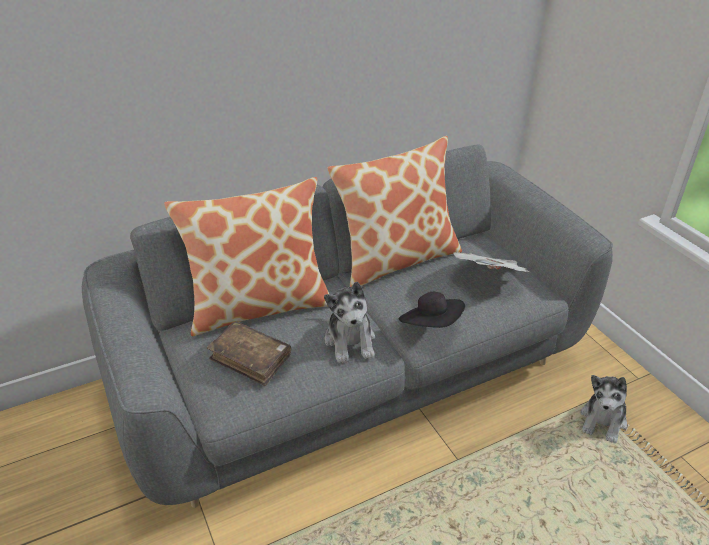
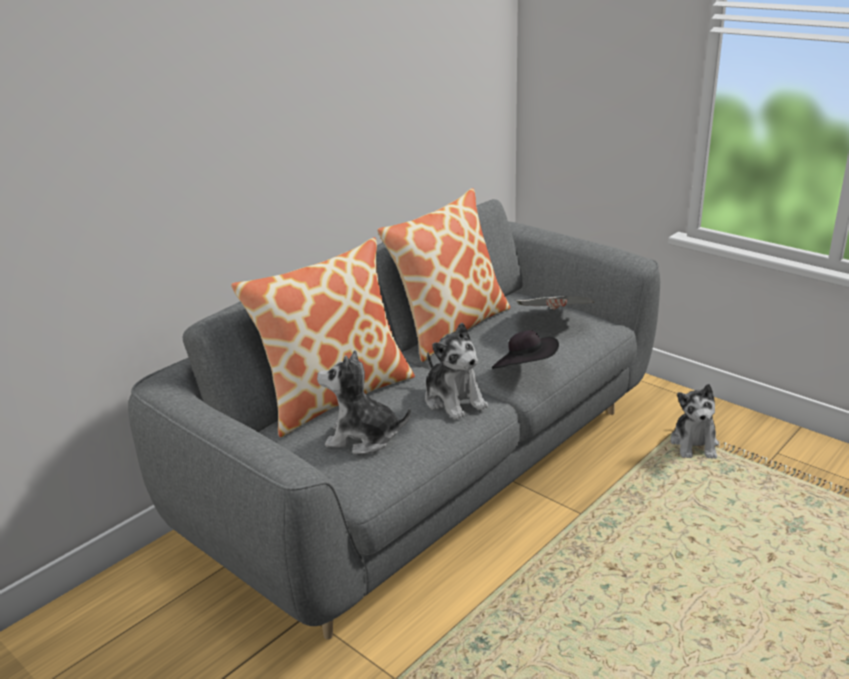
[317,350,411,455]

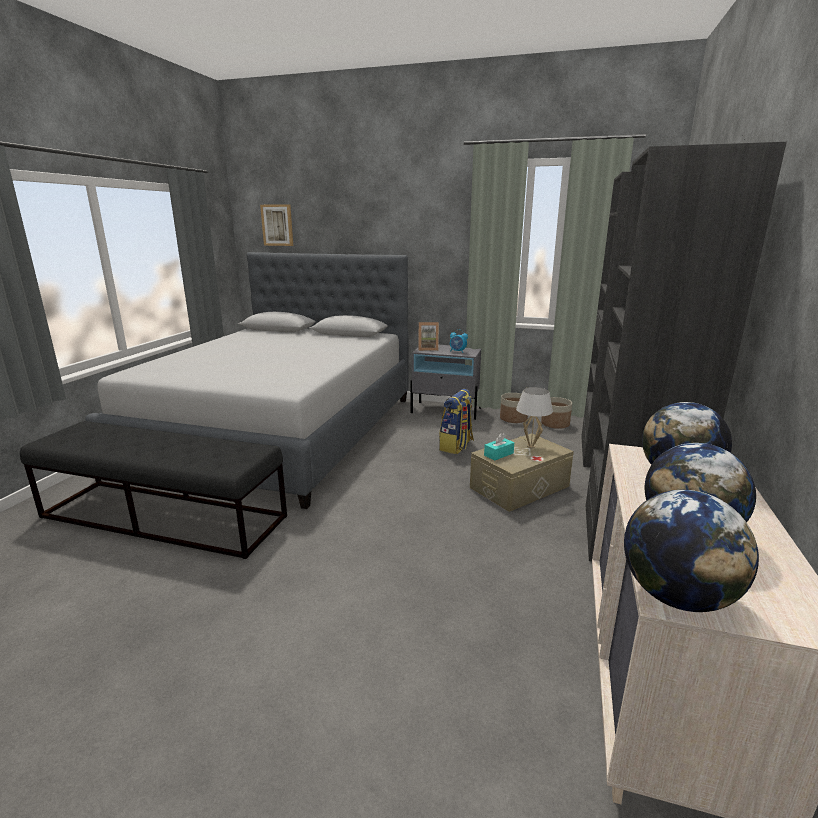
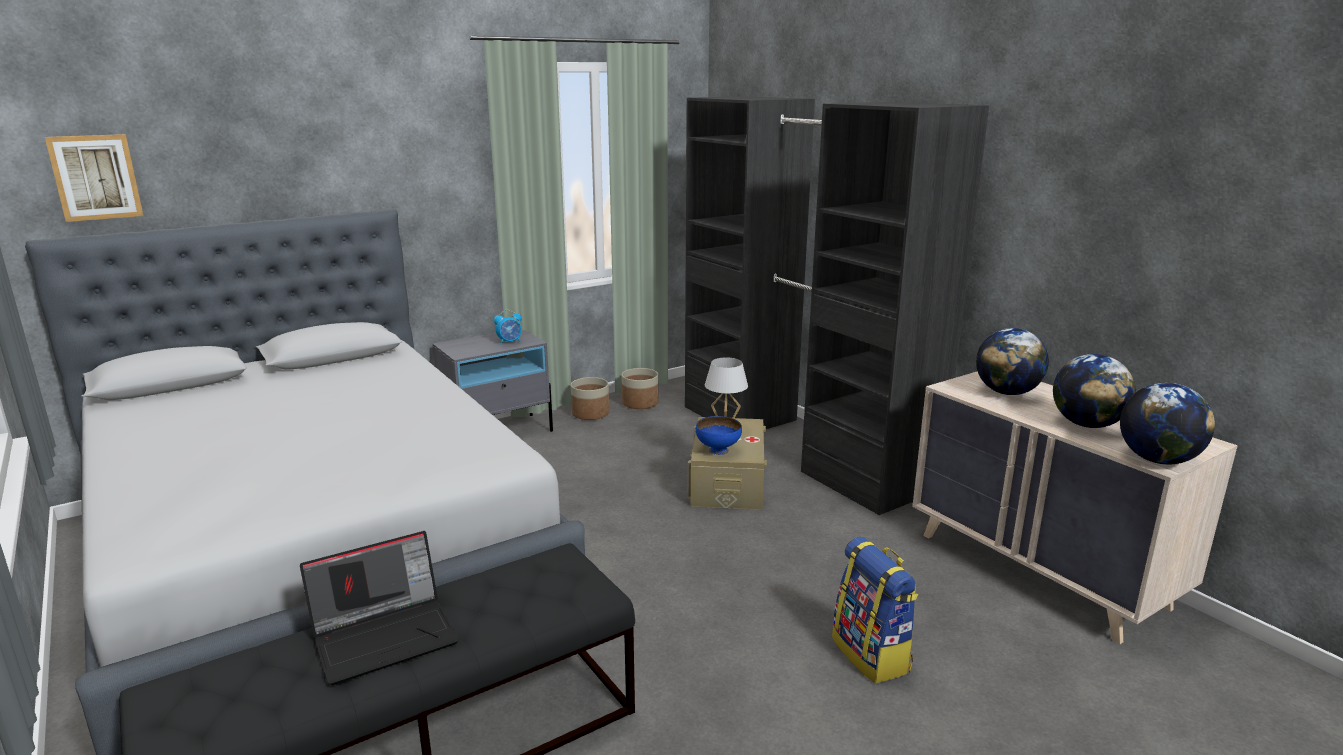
[418,322,439,351] (first image)
[832,537,919,683]
[696,416,742,455]
[300,531,459,685]

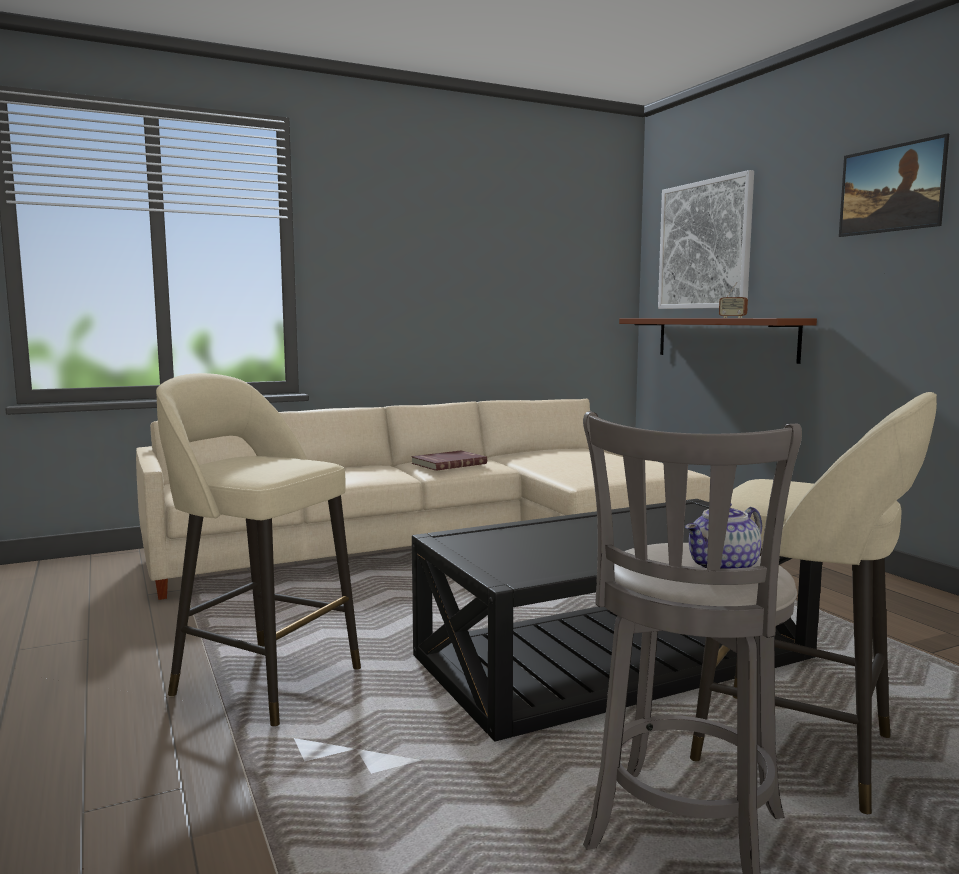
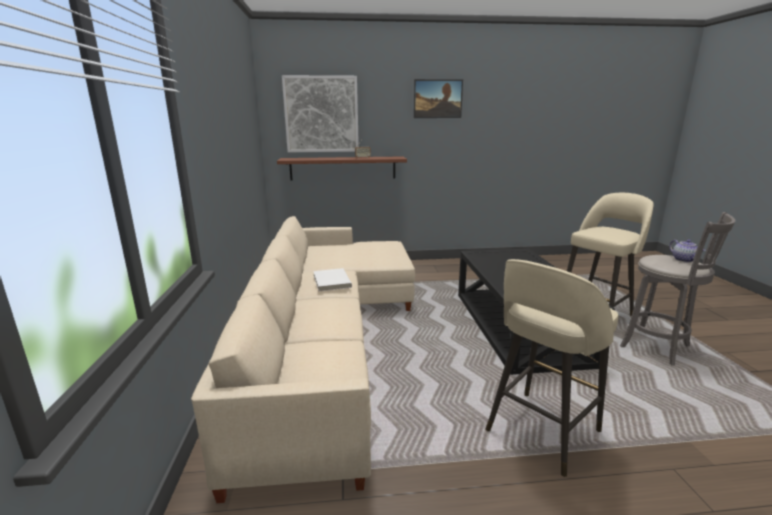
[313,268,352,291]

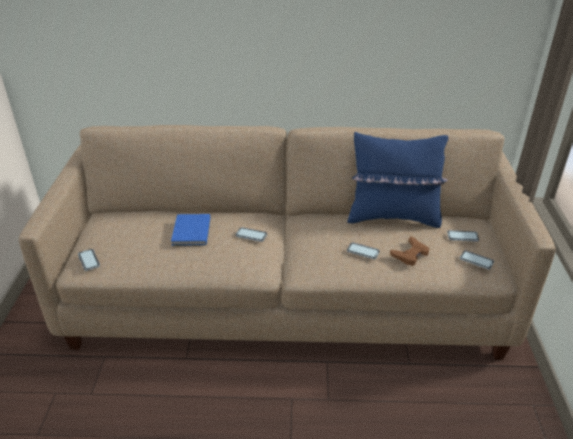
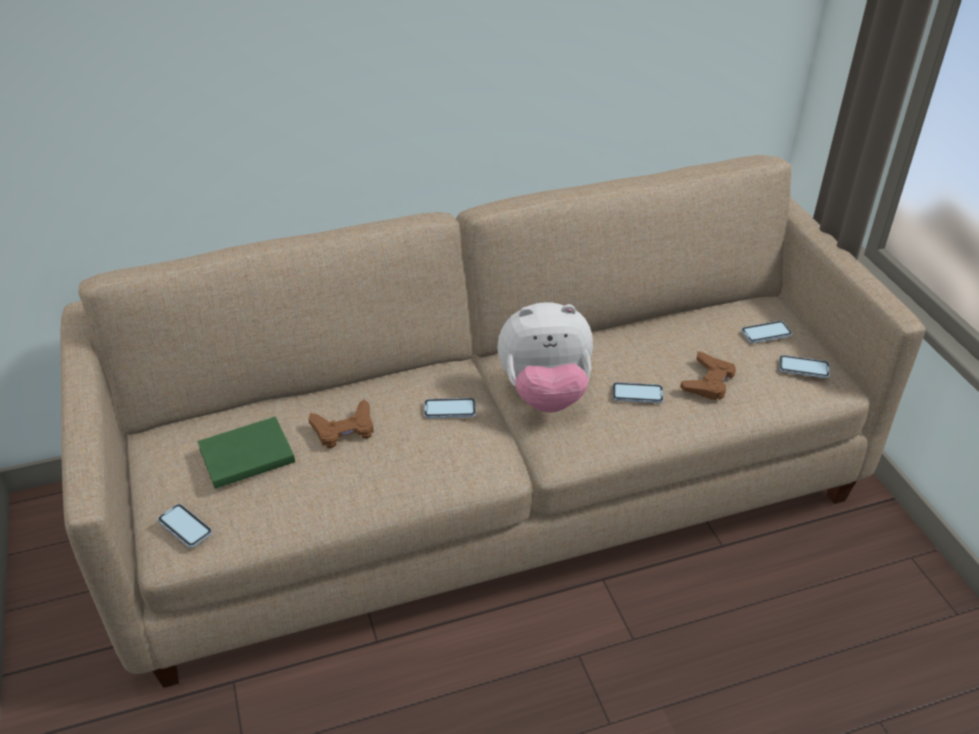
[308,399,374,448]
[347,132,448,228] (first image)
[197,416,295,489]
[498,302,593,413]

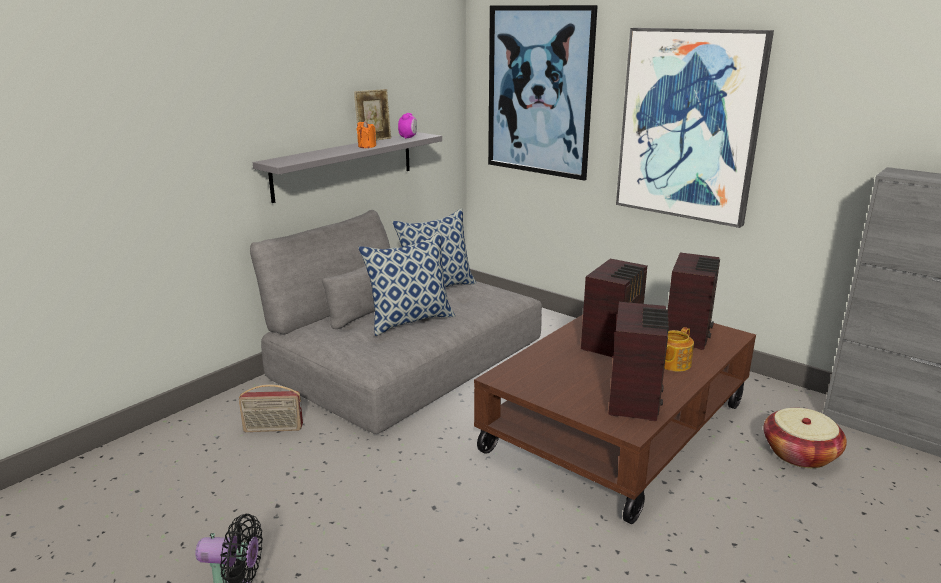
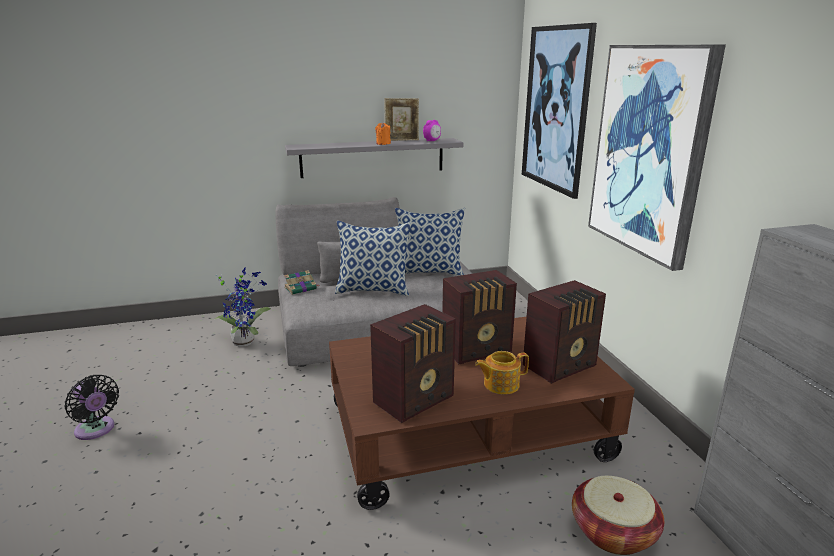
[215,267,271,347]
[284,270,318,295]

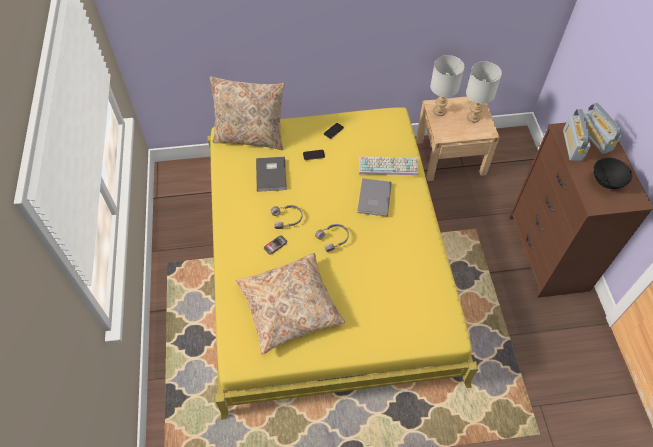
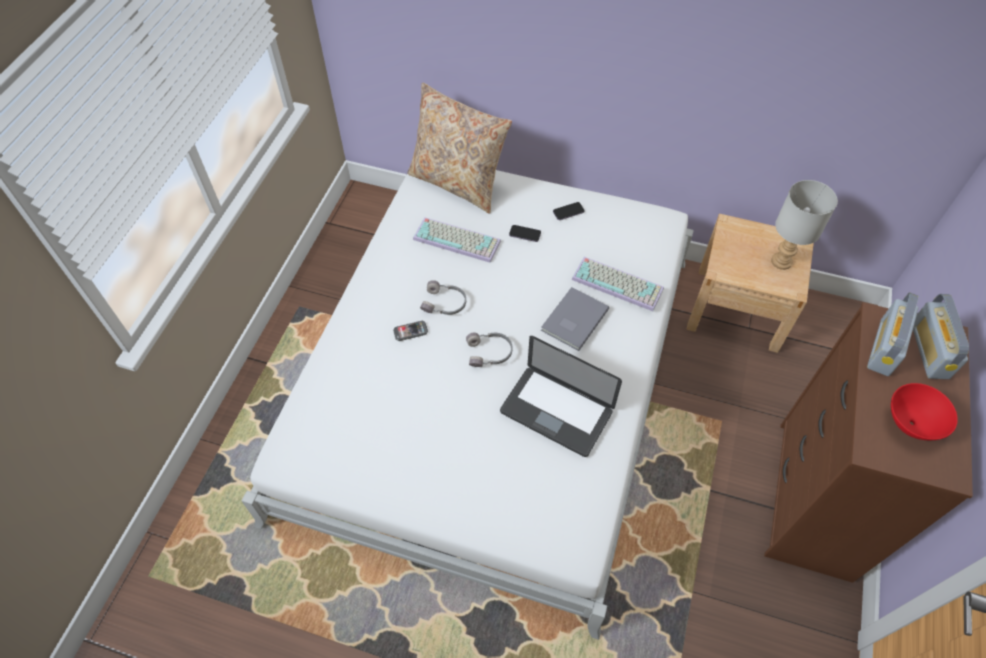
[242,170,694,640]
[235,253,345,355] (first image)
[413,217,501,263]
[430,55,464,116] (first image)
[891,383,958,440]
[500,336,622,457]

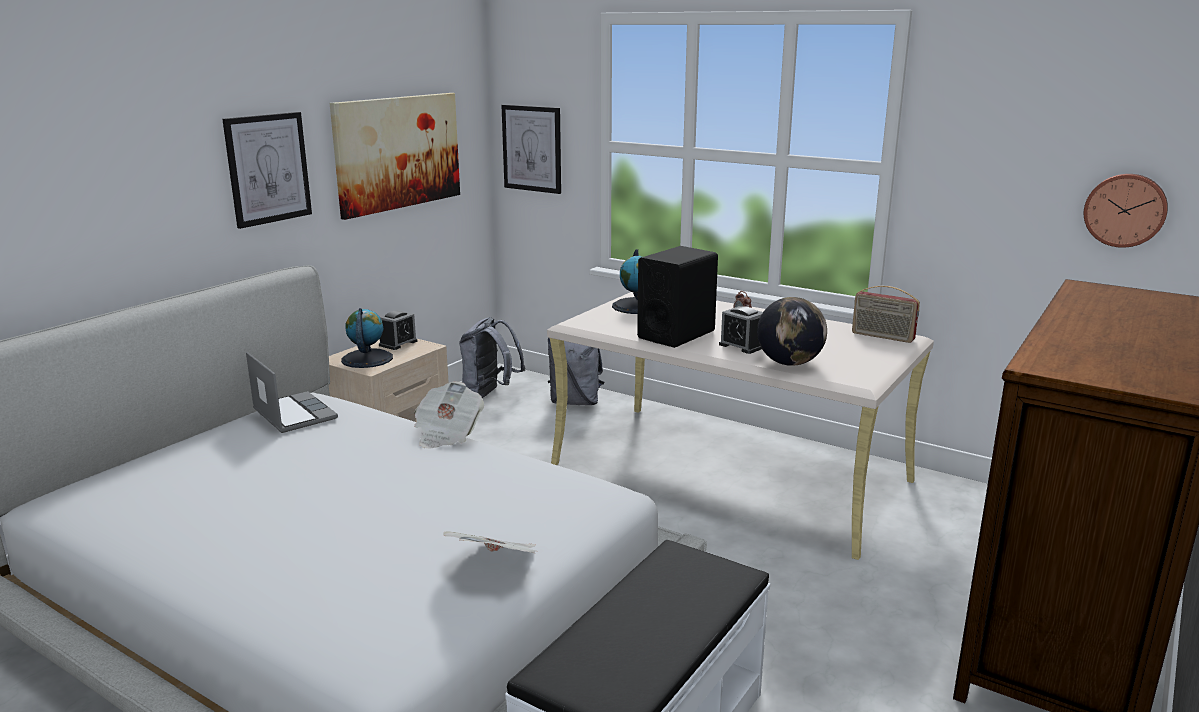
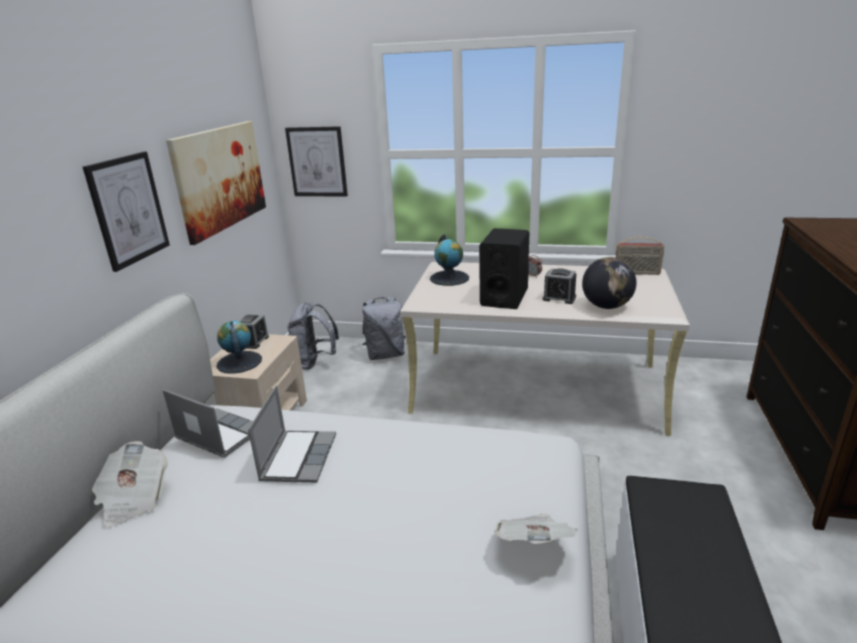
[92,441,168,527]
[1084,174,1168,248] (first image)
[248,385,336,483]

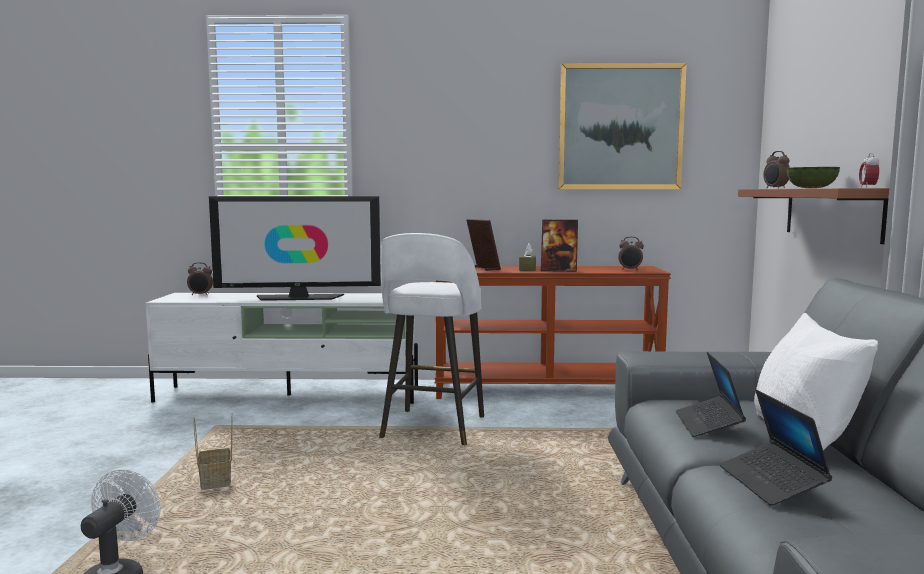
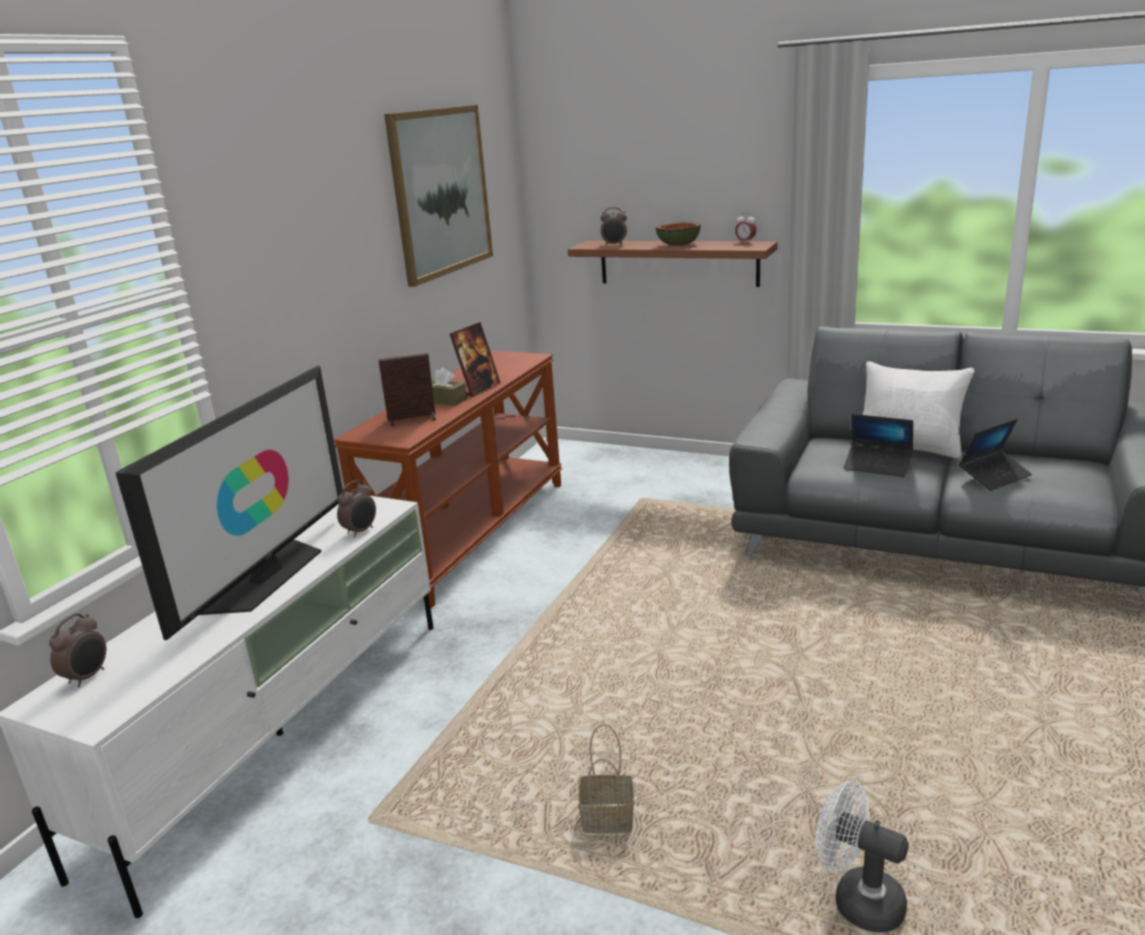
[379,233,484,445] (first image)
[337,480,376,537]
[959,419,1032,491]

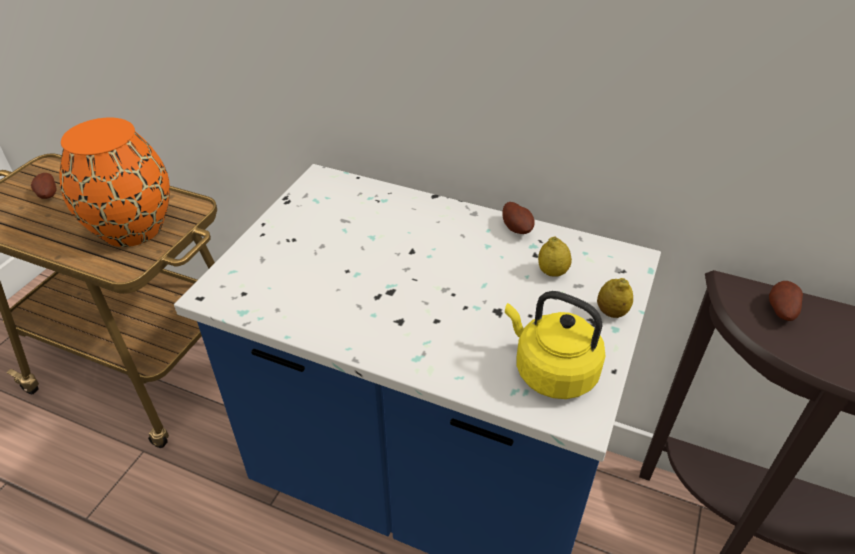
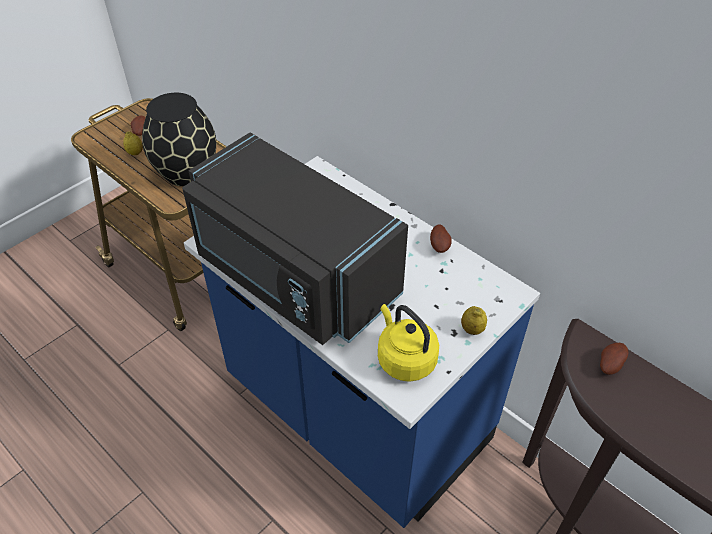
[142,93,216,186]
[123,132,143,155]
[182,132,408,345]

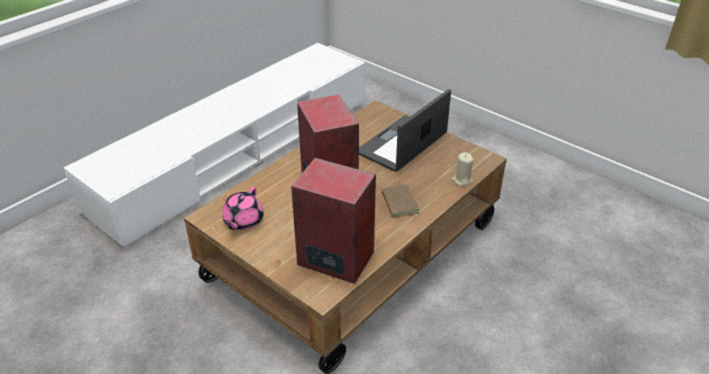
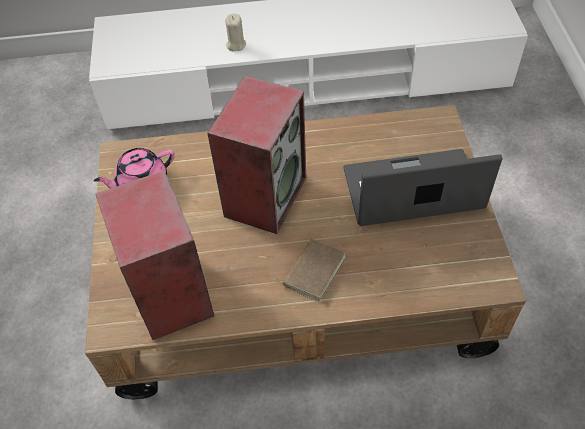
[225,14,246,51]

